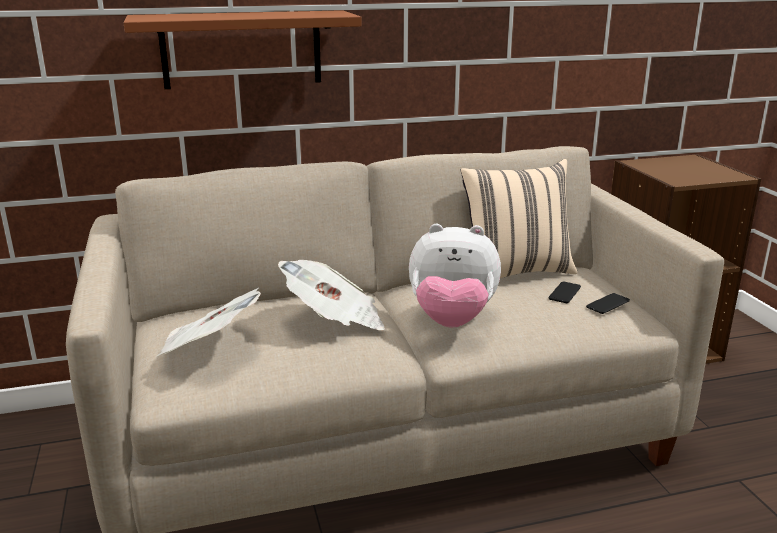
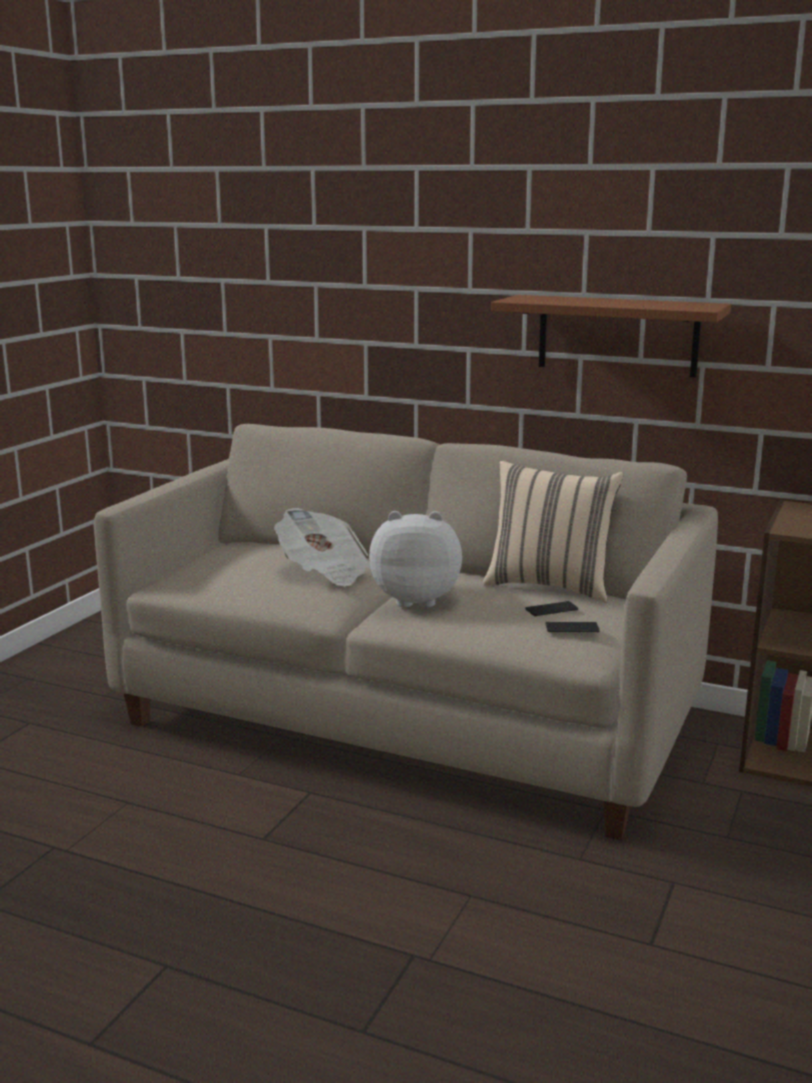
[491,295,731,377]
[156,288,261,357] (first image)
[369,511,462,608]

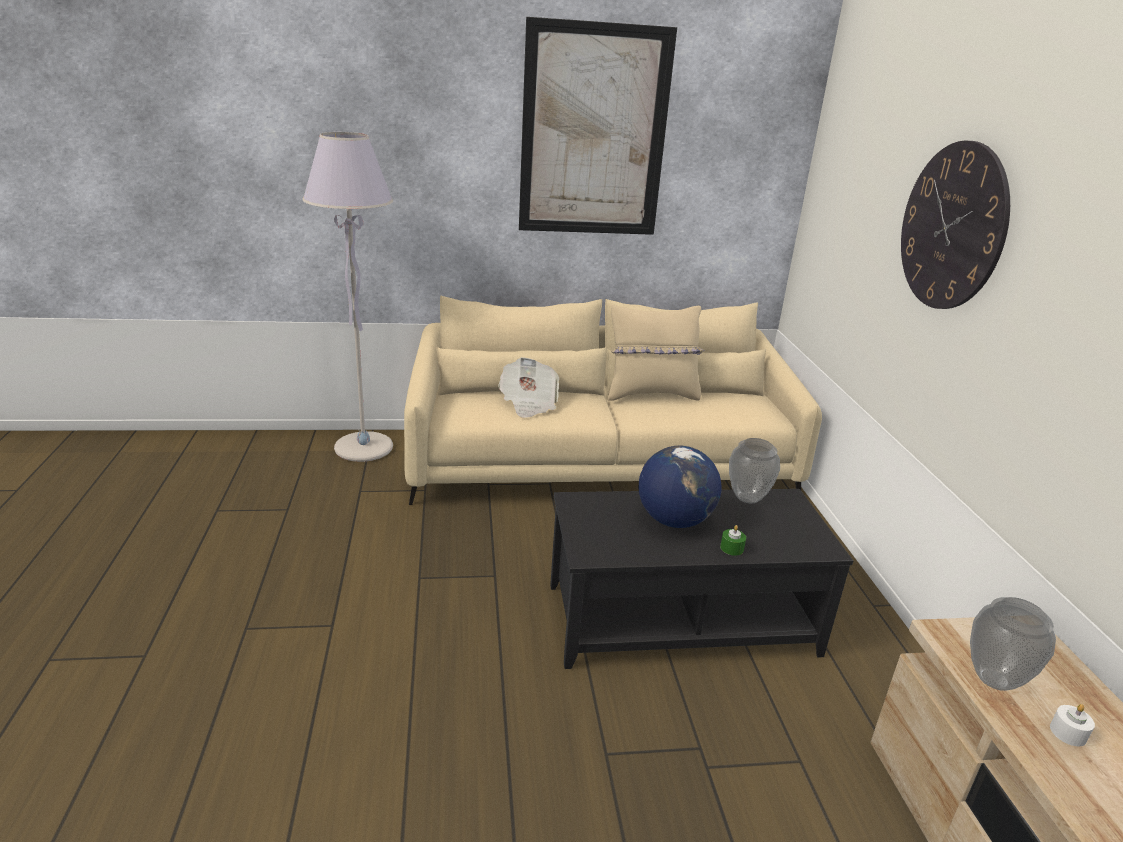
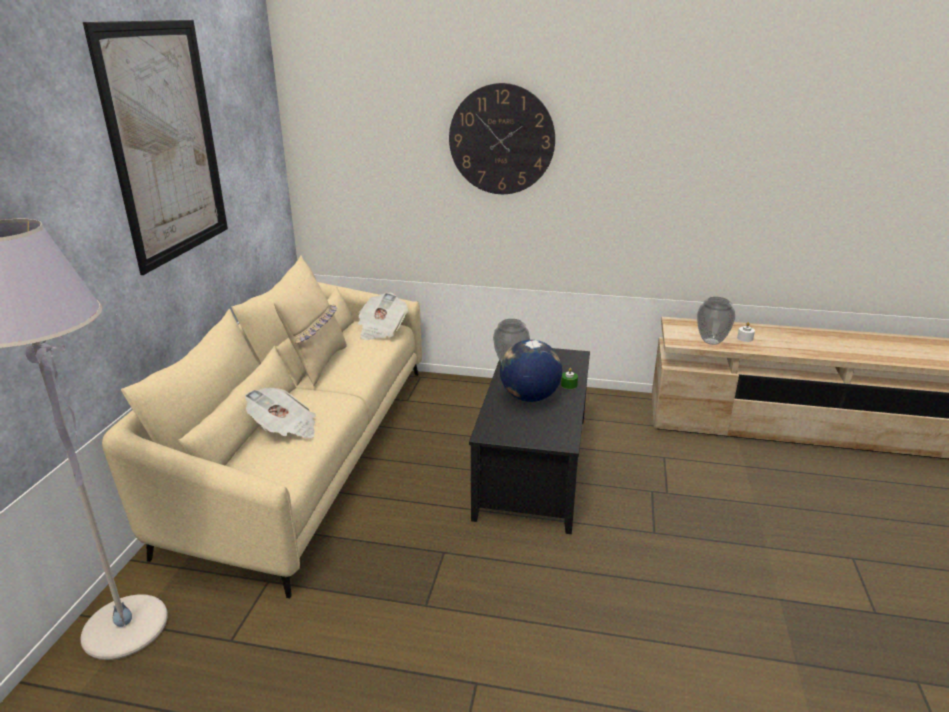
[358,292,408,340]

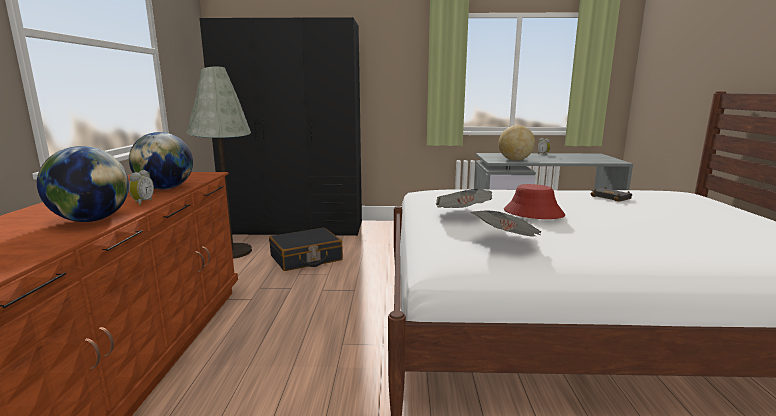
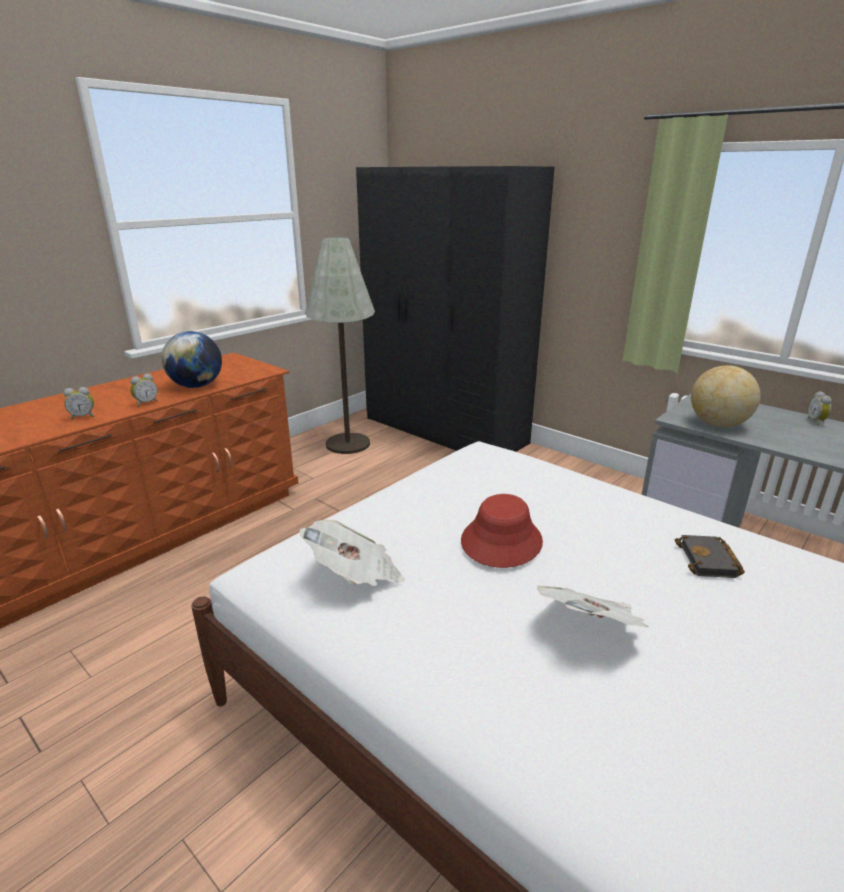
[64,387,95,420]
[269,228,343,271] (first image)
[537,586,649,628]

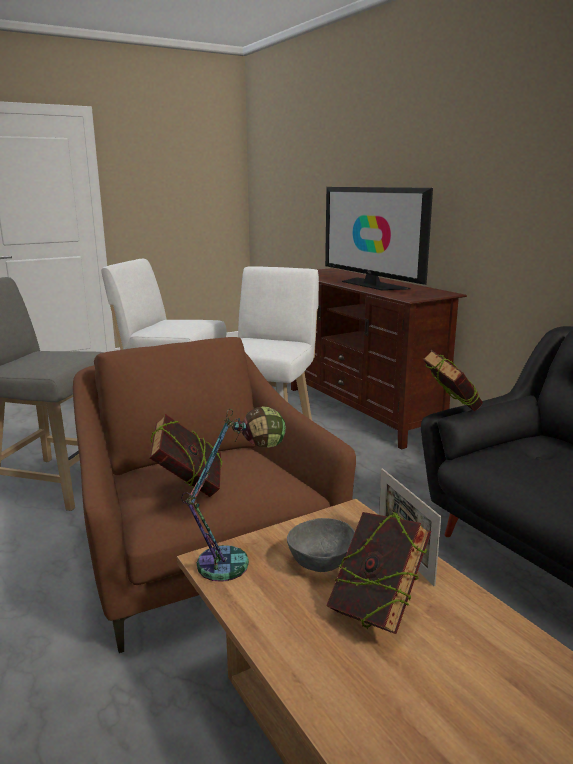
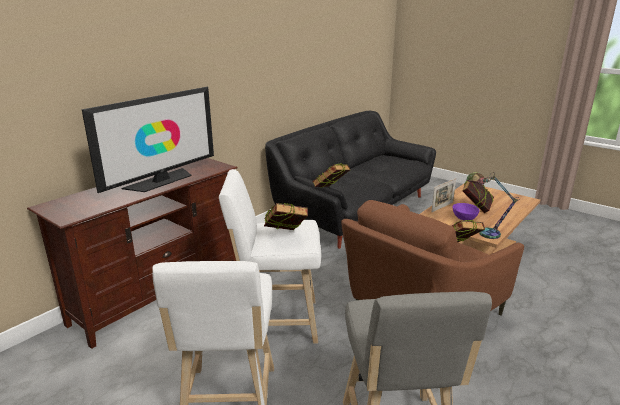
[452,203,480,220]
[264,203,308,230]

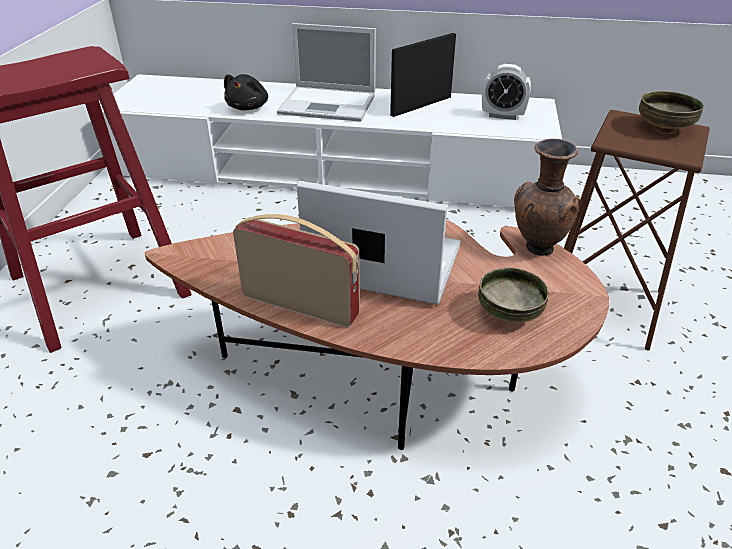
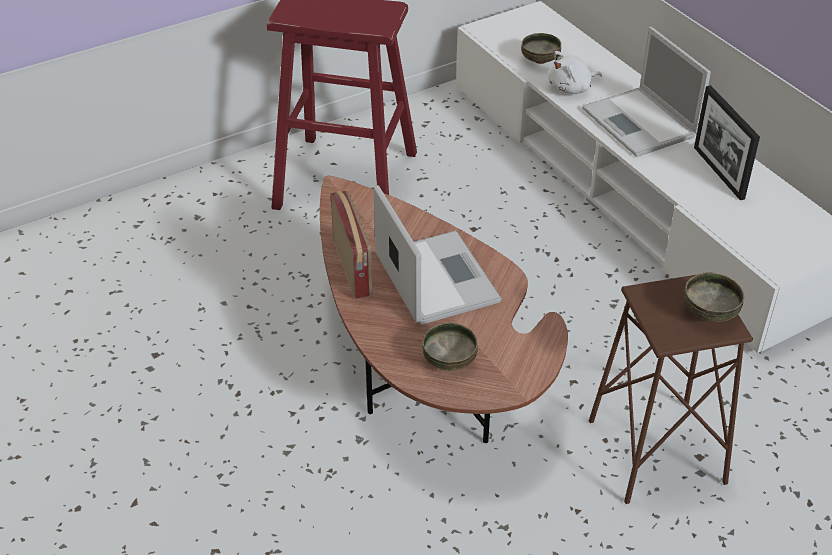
[548,51,602,94]
[694,85,760,200]
[482,64,531,120] (first image)
[514,139,581,256] (first image)
[521,33,561,64]

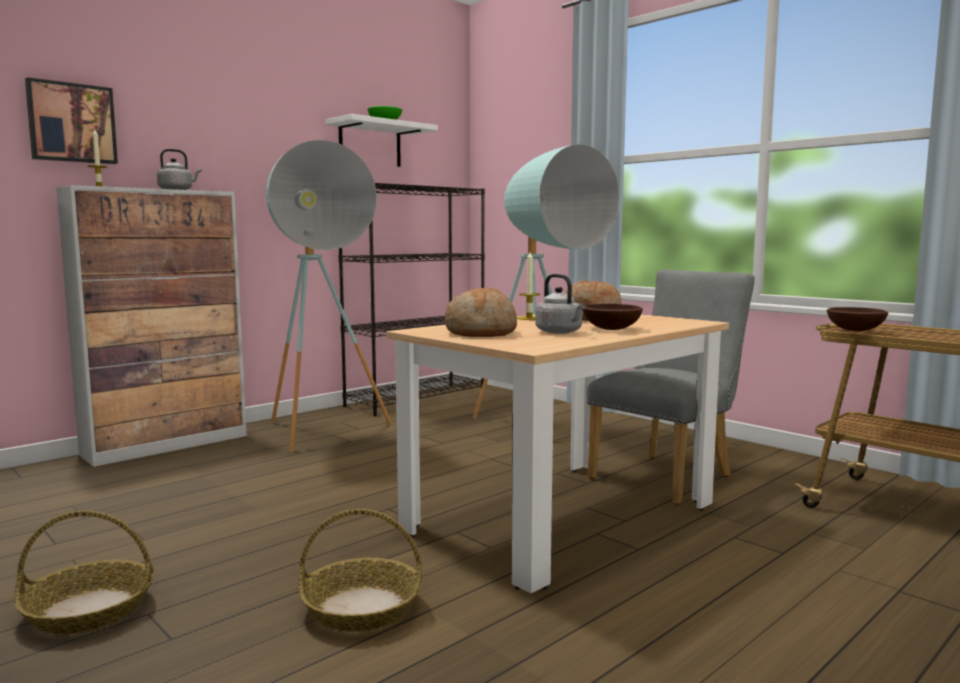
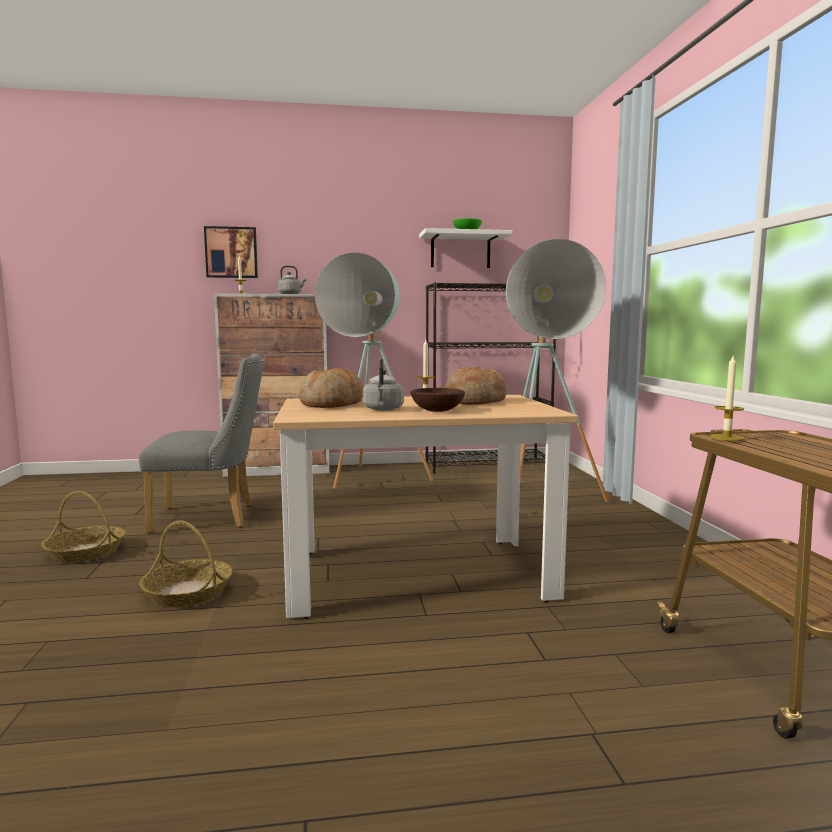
[139,354,263,534]
[710,354,744,441]

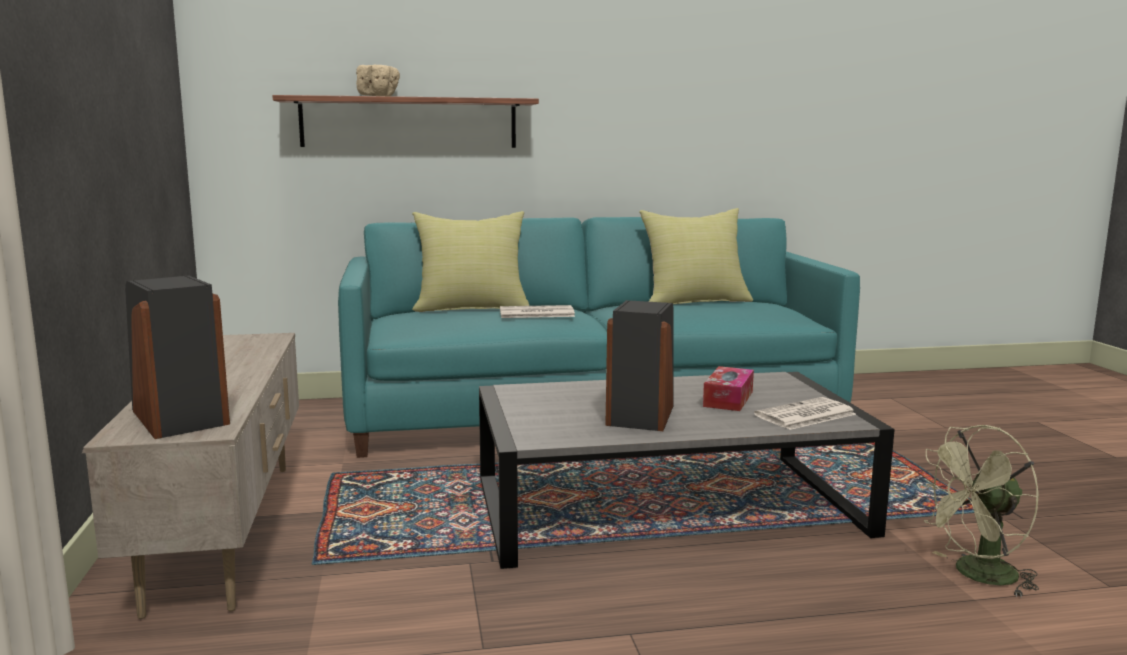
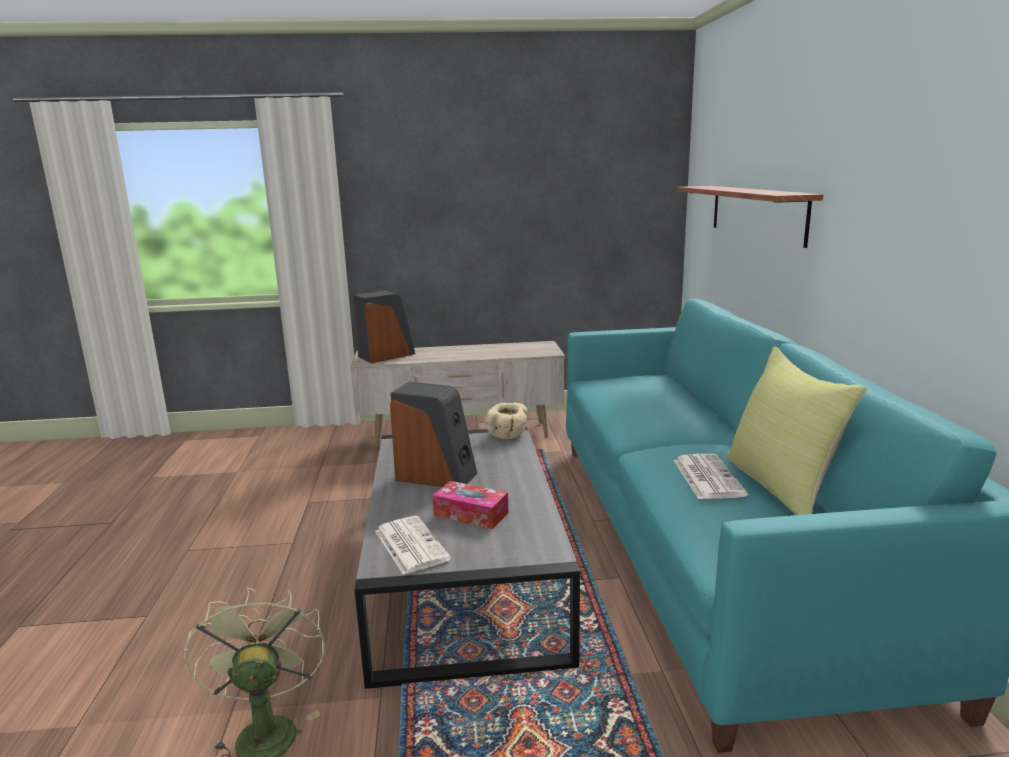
[486,403,528,439]
[412,211,530,312] (first image)
[674,454,748,499]

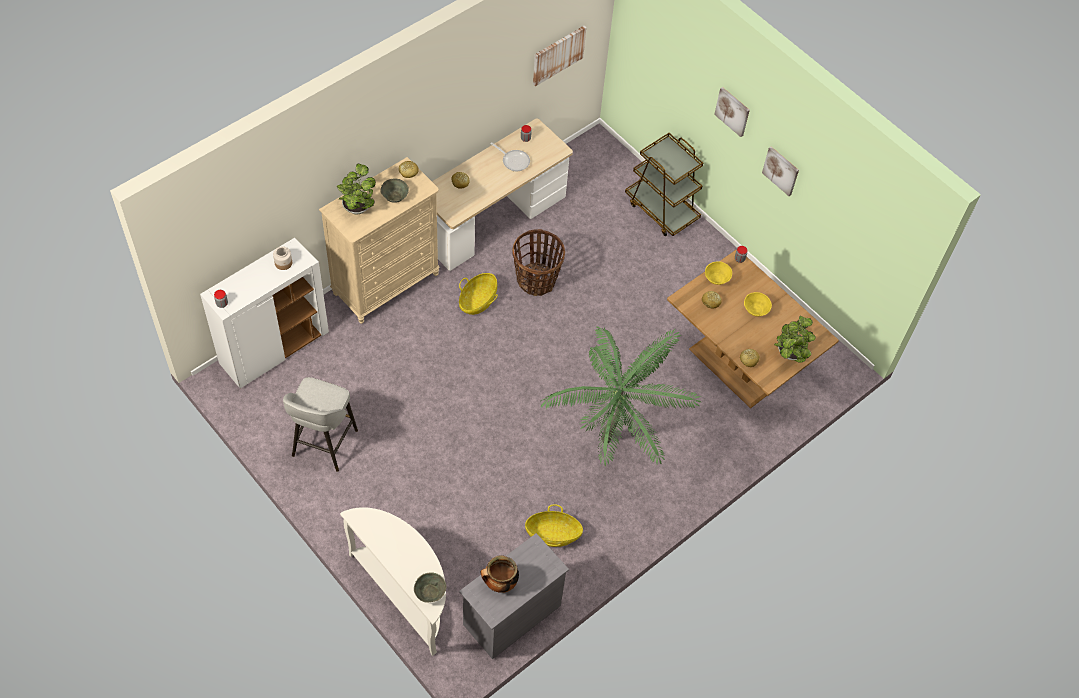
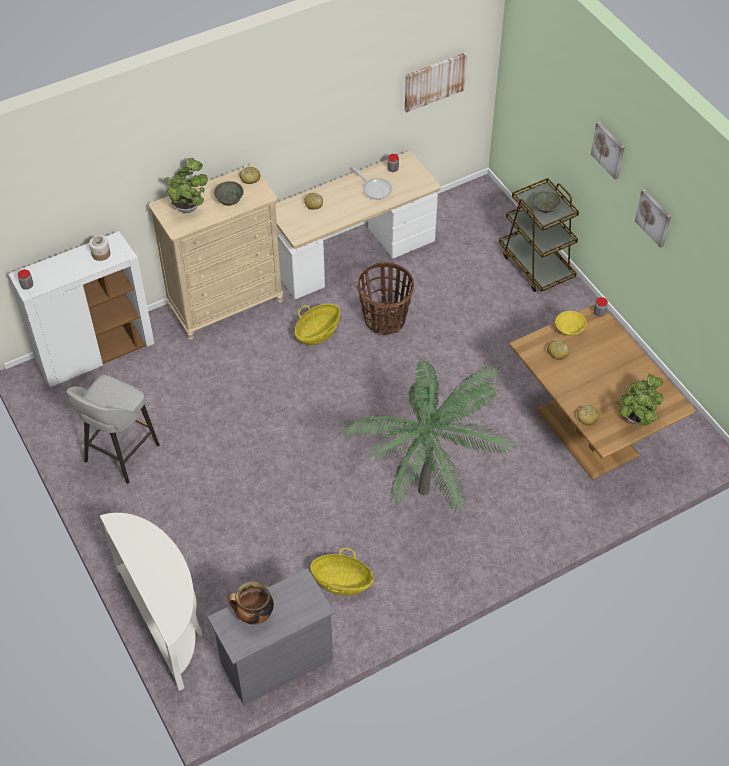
[532,190,561,213]
[744,292,772,316] (first image)

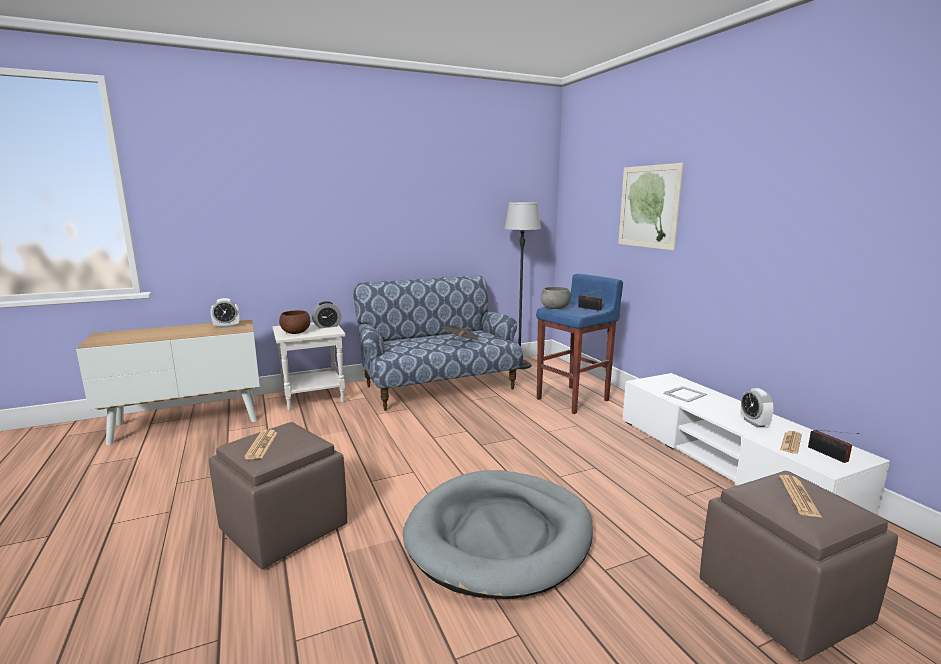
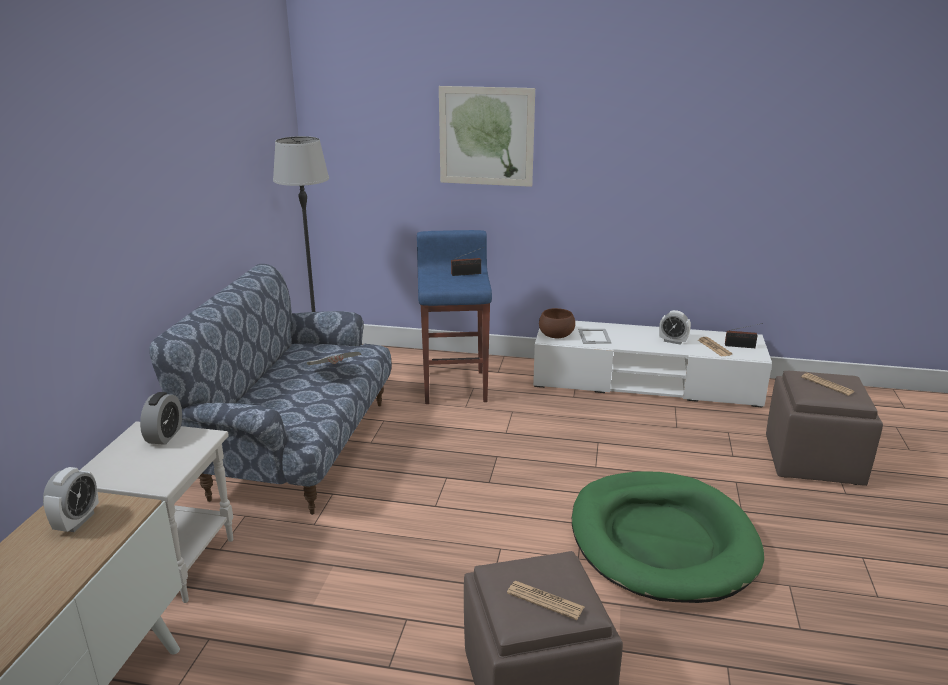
[539,308,575,338]
[572,471,764,603]
[541,287,571,309] (first image)

